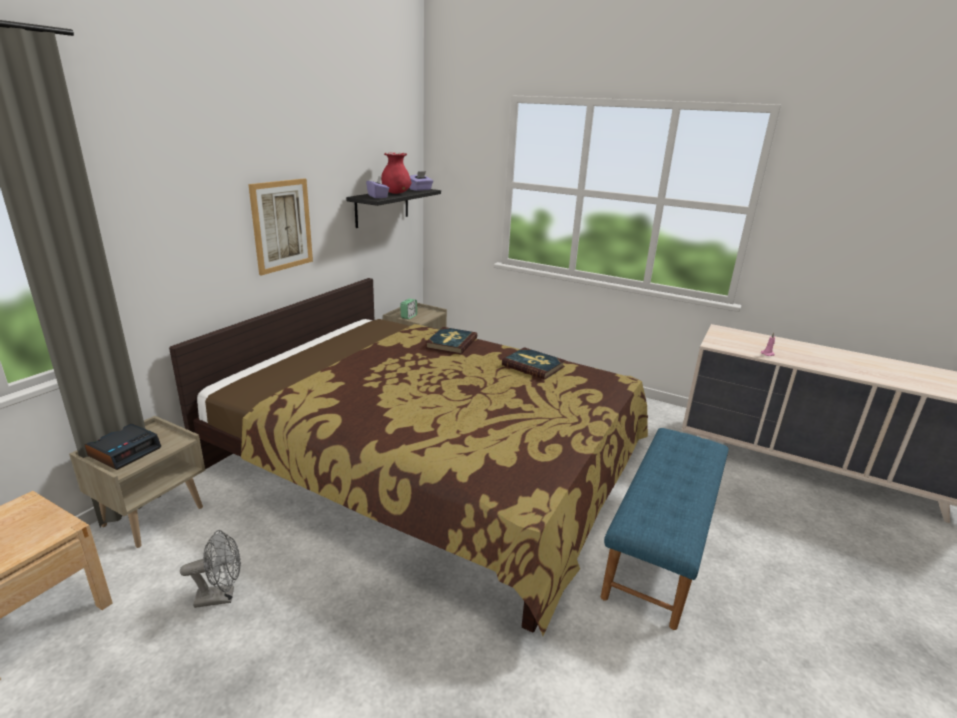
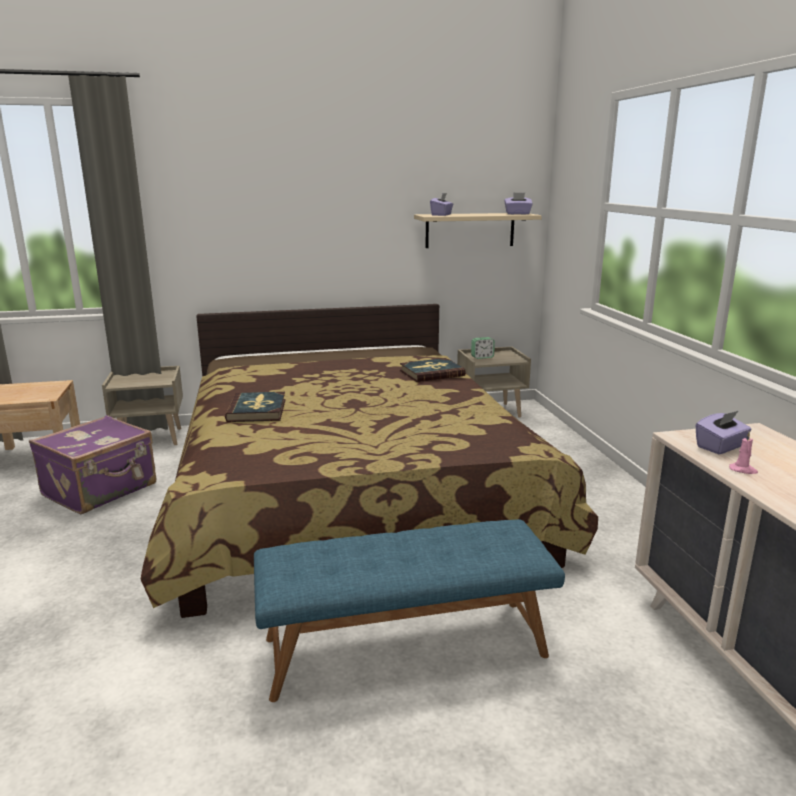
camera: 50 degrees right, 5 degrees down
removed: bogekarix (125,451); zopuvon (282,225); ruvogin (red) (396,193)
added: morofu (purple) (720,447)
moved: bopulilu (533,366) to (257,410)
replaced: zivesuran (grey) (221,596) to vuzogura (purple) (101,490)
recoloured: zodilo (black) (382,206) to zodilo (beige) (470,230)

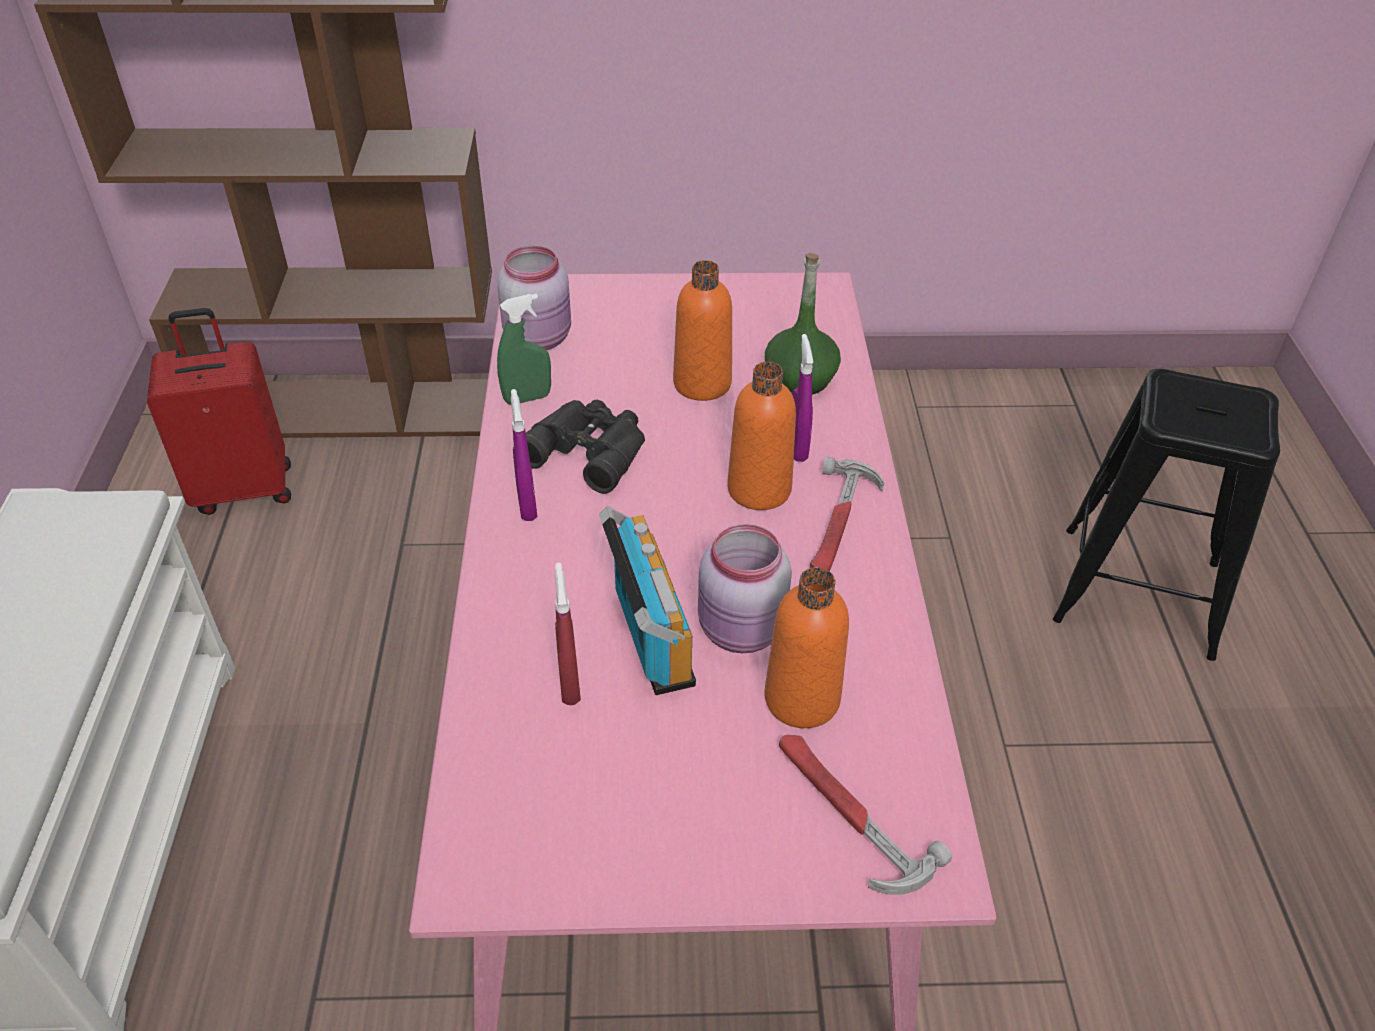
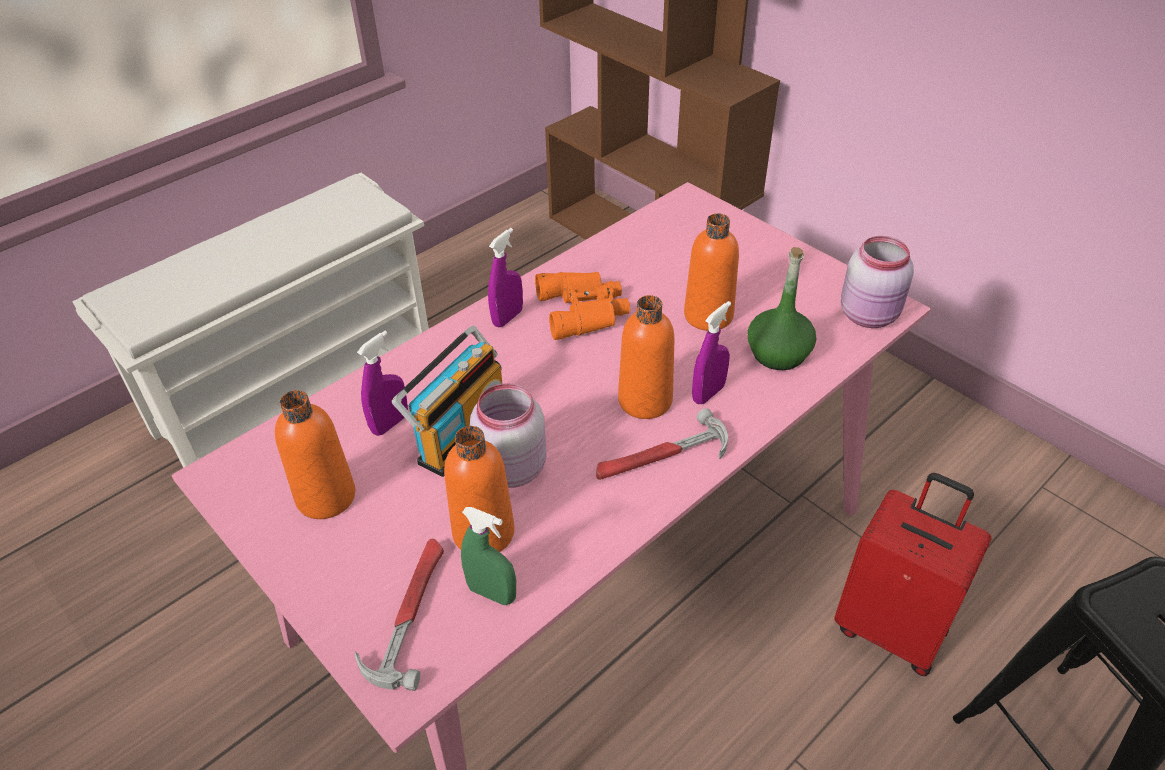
camera: 50 degrees right, 0 degrees up
added: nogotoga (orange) (326,497)
moved: vuzogura (red) (244,488) to (891,628); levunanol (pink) (540,337) to (870,315); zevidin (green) (527,398) to (492,593)
recoloured: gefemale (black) (589,449) to gefemale (orange) (584,310); zevidin (red) (569,684) to zevidin (purple) (390,423)

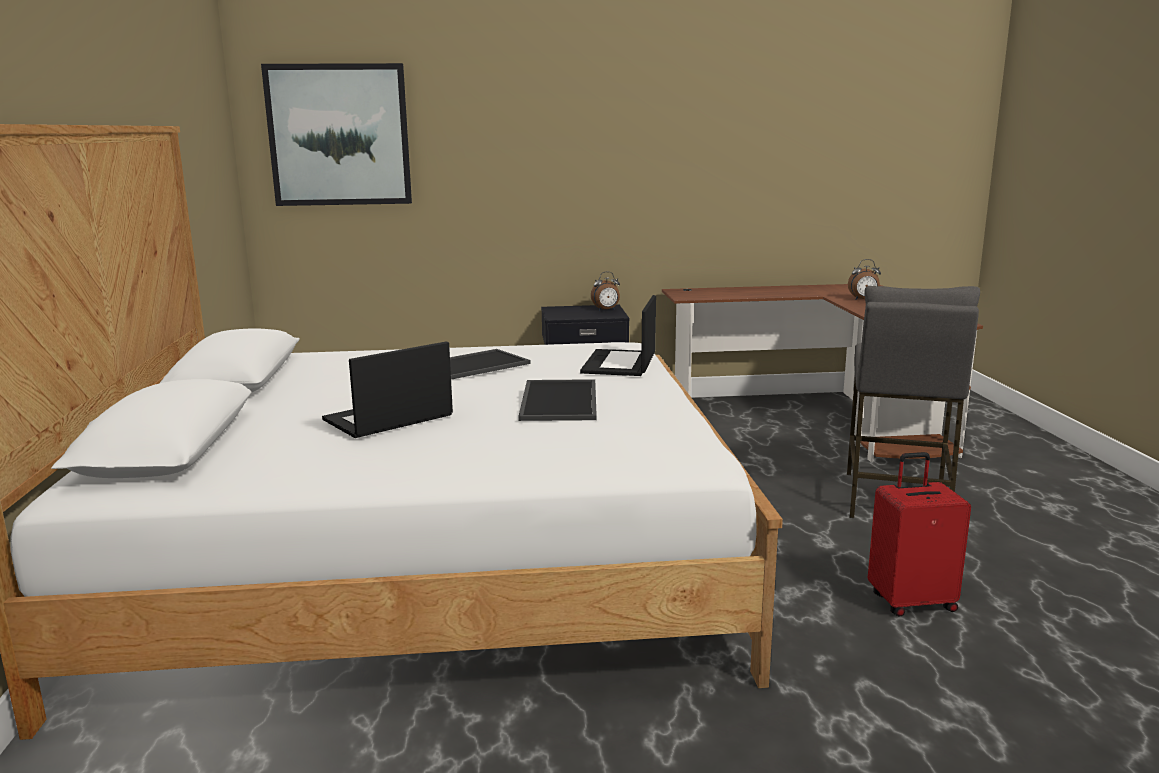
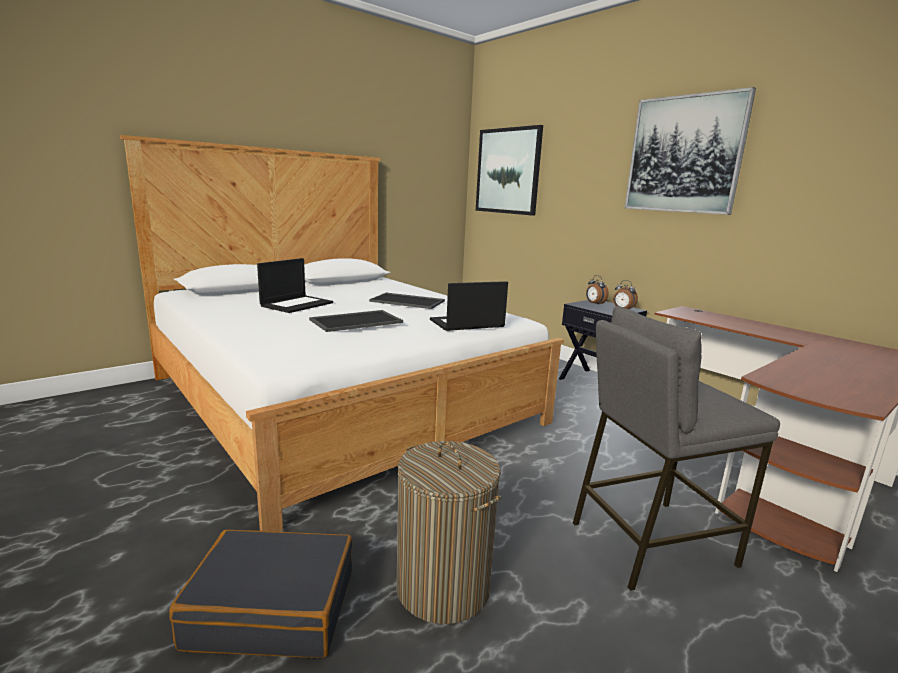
camera: 55 degrees right, 0 degrees up
added: vuzogura (black) (273,608); zopuvon (684,154)
moved: bogekarix (863,299) to (594,304)
replaced: vuzogura (red) (911,601) to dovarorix (443,587)
turned: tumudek (387,418) = (297,304) 105 degrees clockwise

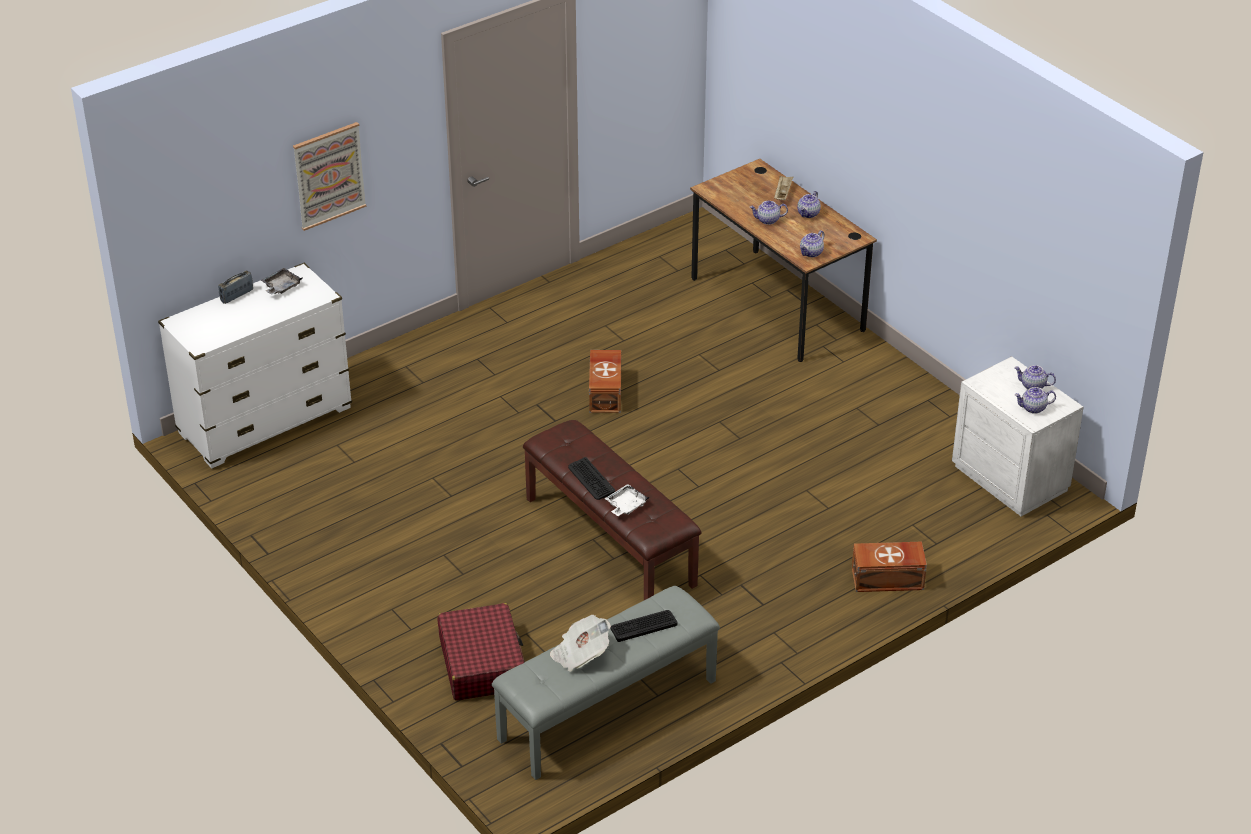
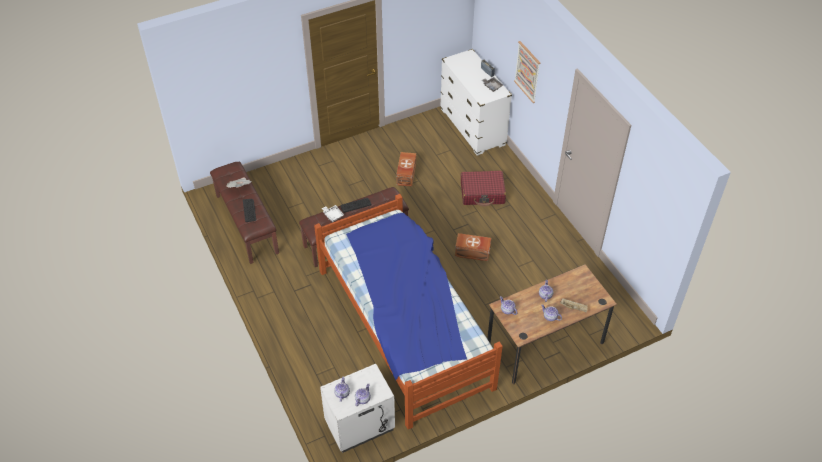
camera: 100 degrees right, 10 degrees up
added: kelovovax (405,327)
moved: vuzogura (red) (482,663) to (482,193); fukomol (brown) (888,579) to (405,174)
recoloured: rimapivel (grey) (608,711) to rimapivel (brown) (246,224)

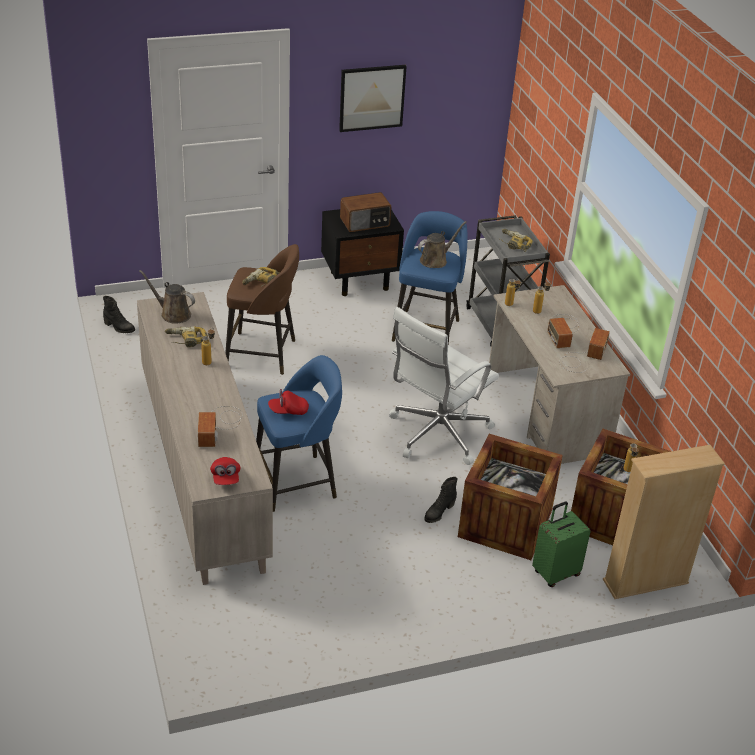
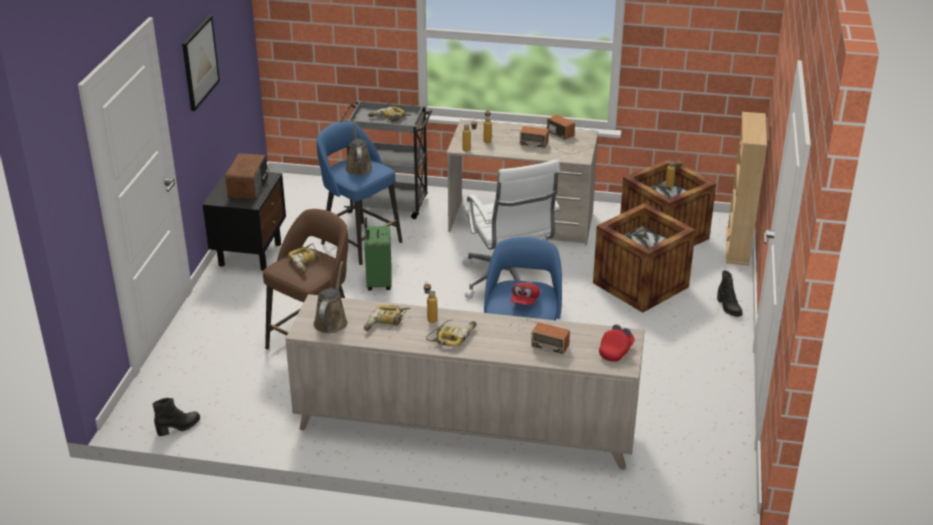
camera: 60 degrees left, 5 degrees down
added: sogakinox (452,336)
moved: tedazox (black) (439,512) to (728,308); vuzogura (green) (555,573) to (378,283)
turned: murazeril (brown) (173,314) = (331,321) 135 degrees clockwise; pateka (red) (225,478) = (616,351) 75 degrees counterclockwise

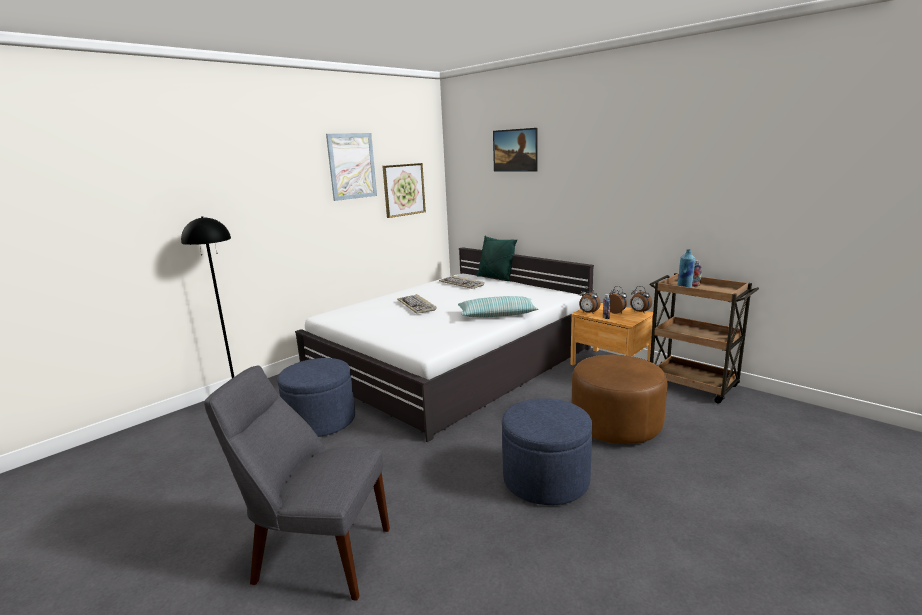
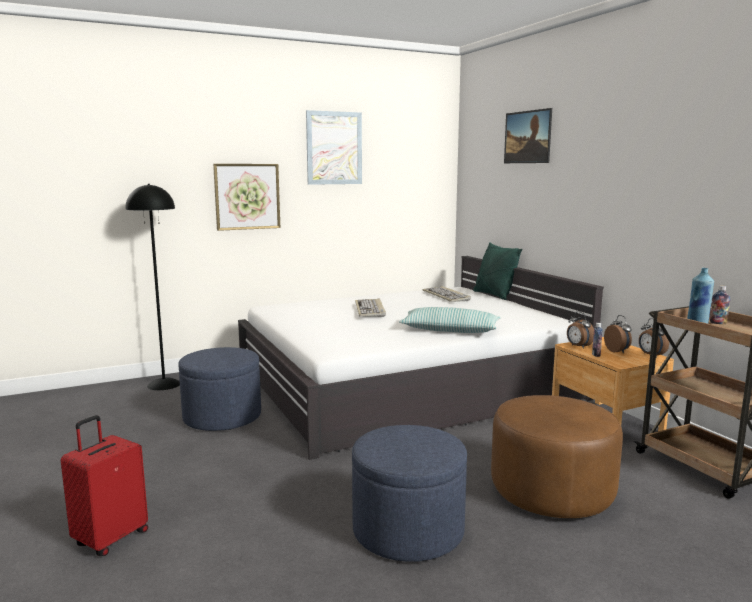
camera: 20 degrees right, 5 degrees down
moved: zopuvon (404,190) to (247,196)
replaced: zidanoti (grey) (317,554) to vuzogura (red) (110,538)

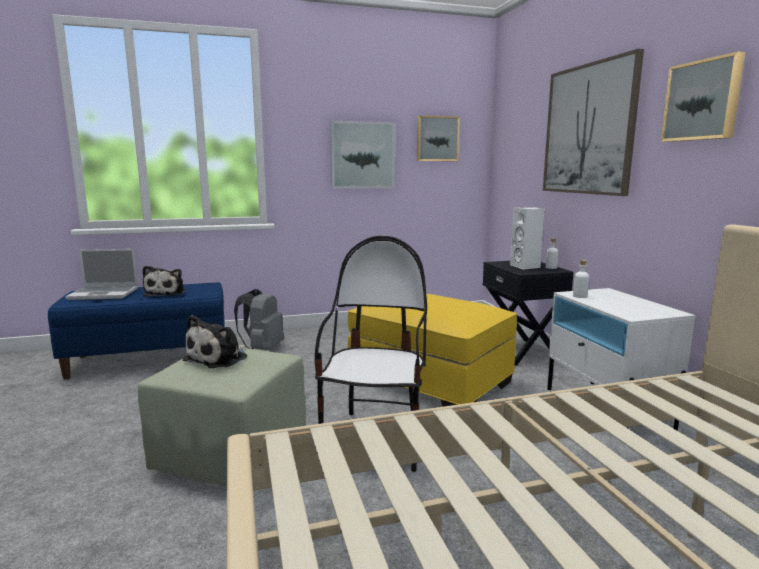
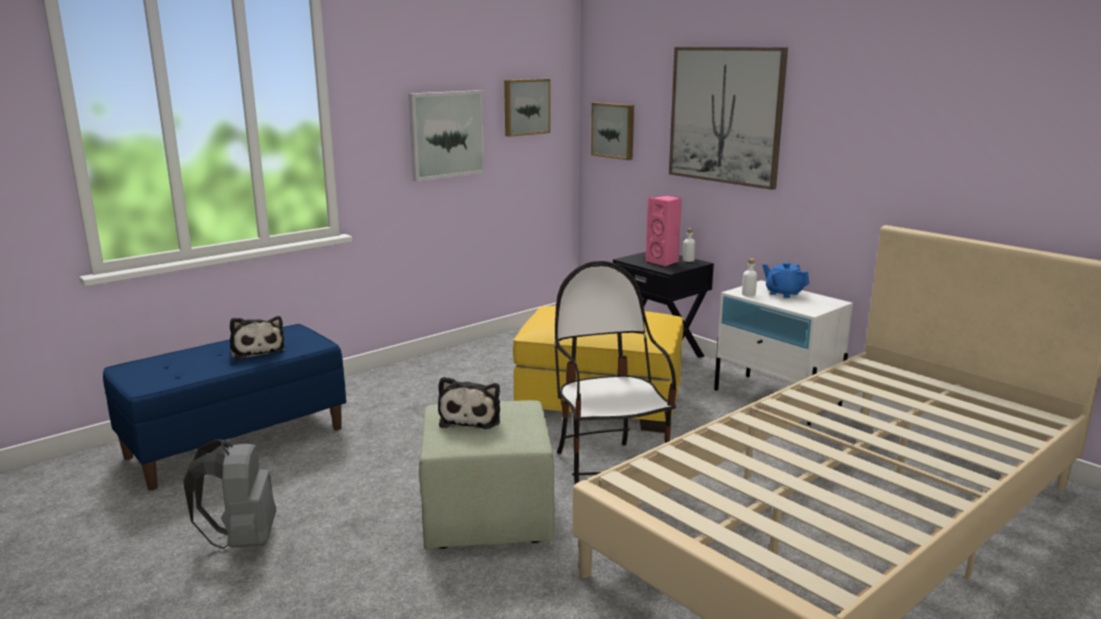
camera: 25 degrees left, 5 degrees up
removed: tumudek (105,294)
added: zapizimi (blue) (783,293)
moved: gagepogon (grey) (262,348) to (242,540); zopuvon (703,100) to (614,130)
recoloured: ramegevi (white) (526,267) to ramegevi (pink) (663,261)

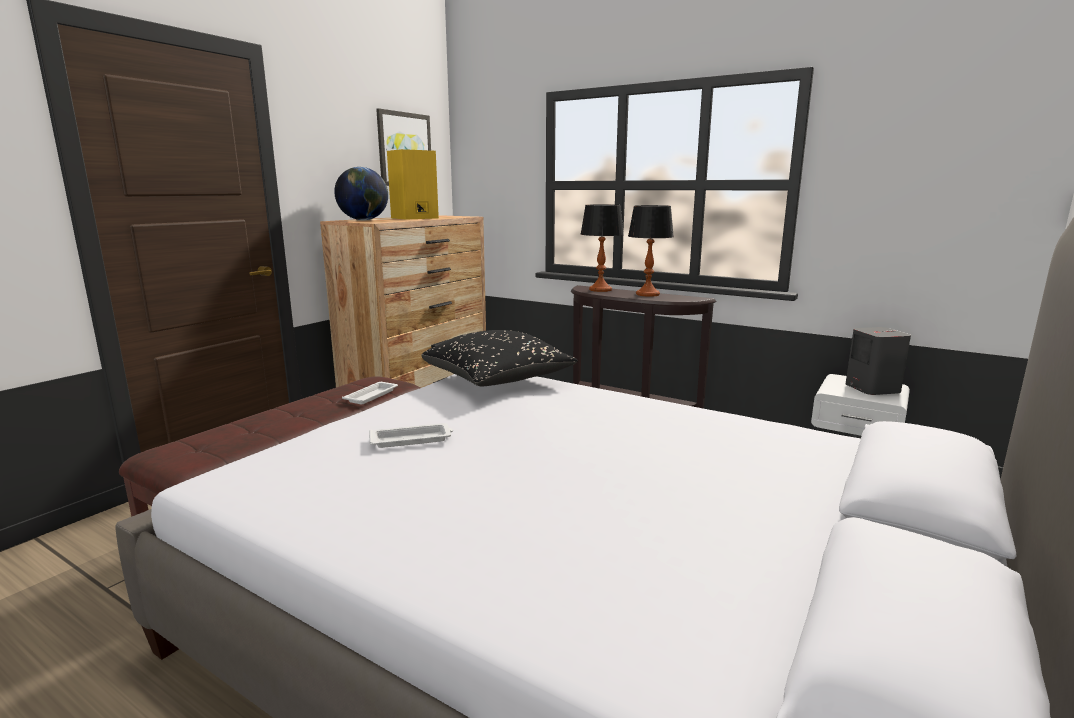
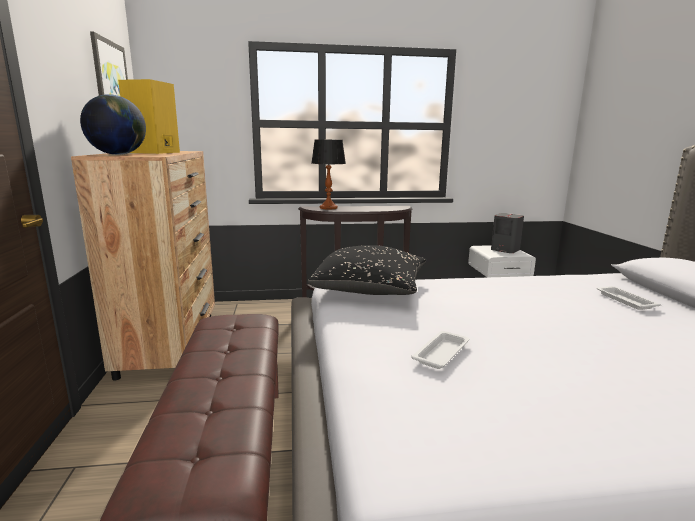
camera: 40 degrees left, 0 degrees up
removed: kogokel (648,294)
moved: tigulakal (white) (372,396) to (624,300)

